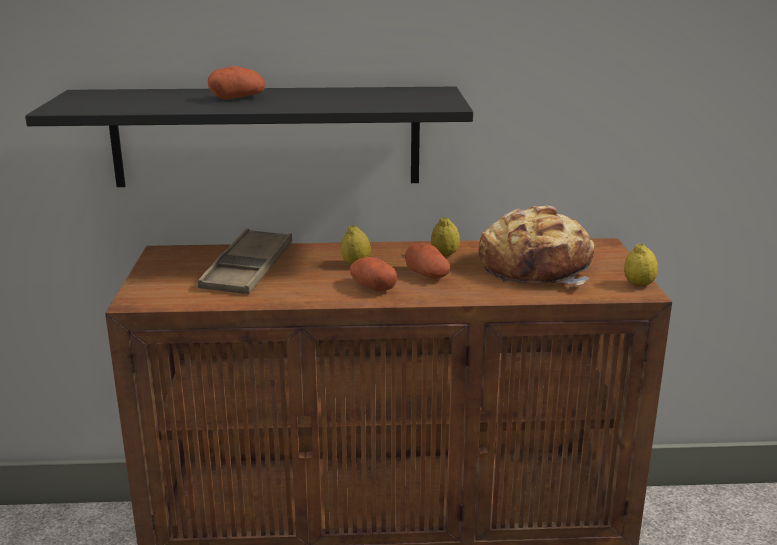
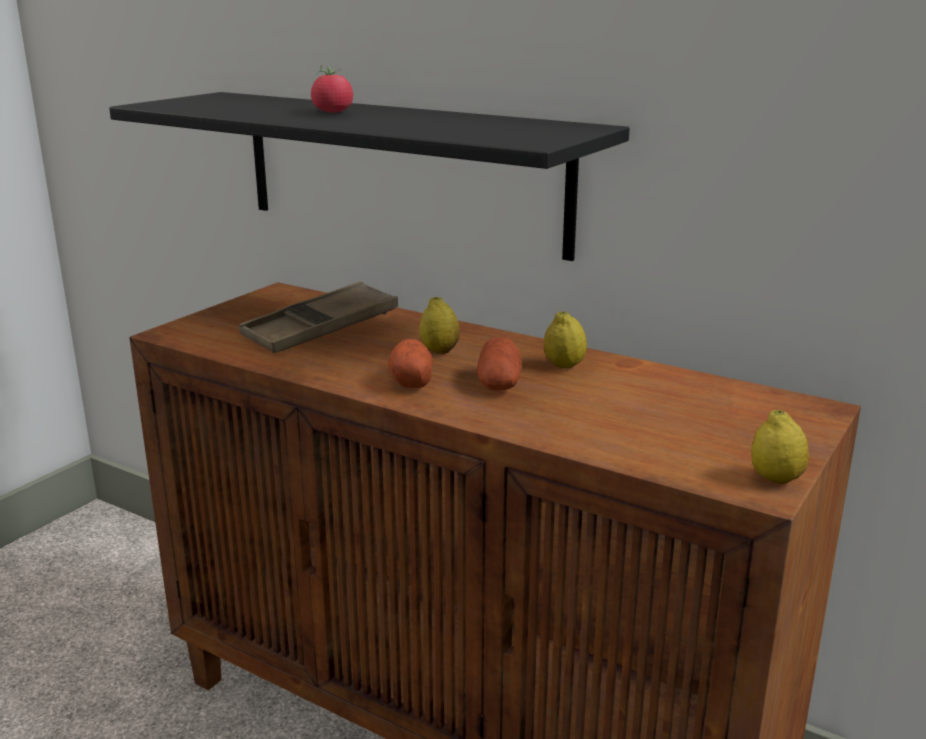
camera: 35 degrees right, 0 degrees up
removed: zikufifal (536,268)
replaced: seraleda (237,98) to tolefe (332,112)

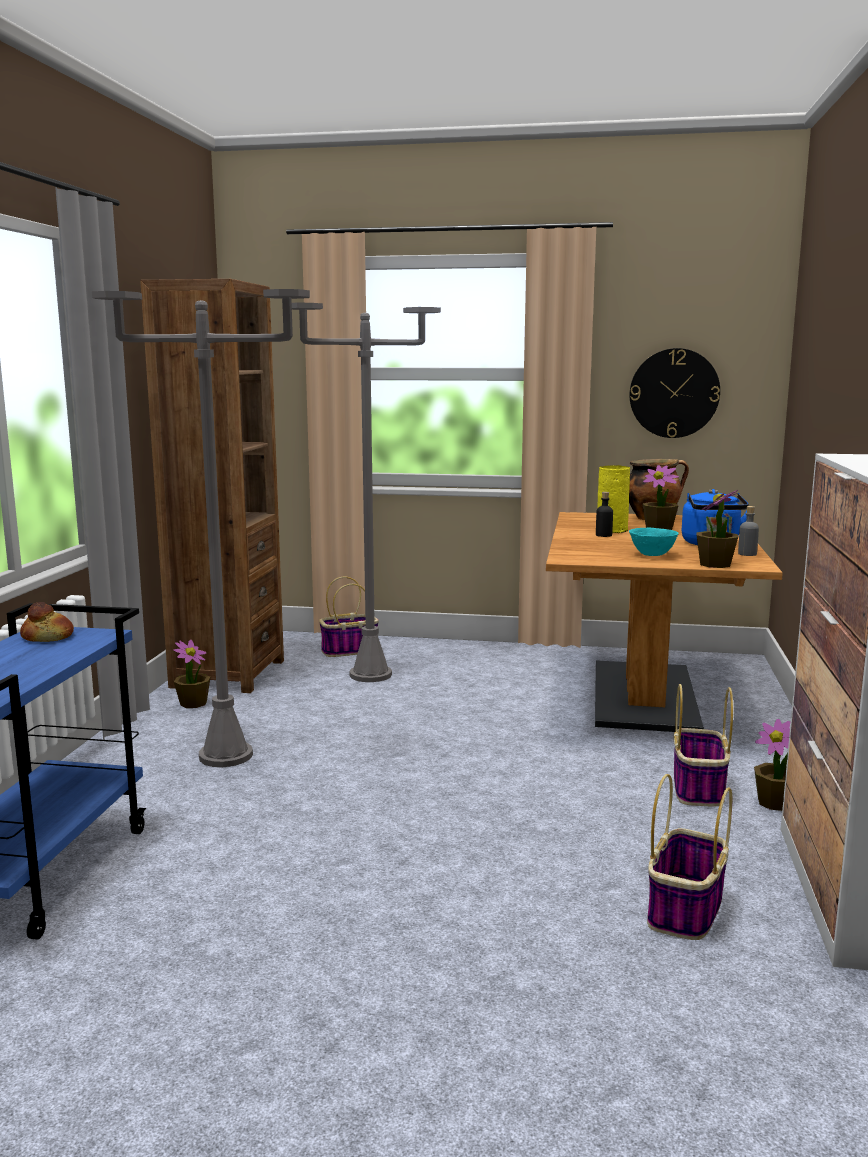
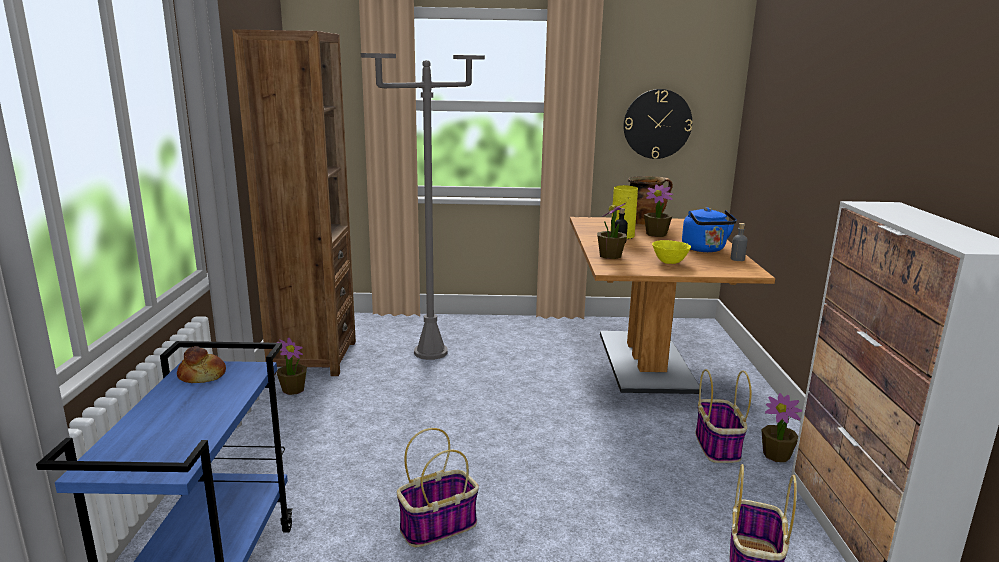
camera: 10 degrees left, 5 degrees up
removed: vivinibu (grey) (225,756)
moved: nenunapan (349,650) to (439,525); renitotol (715,564) to (610,256)
recoloured: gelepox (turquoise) (652,555) to gelepox (yellow) (669,262)

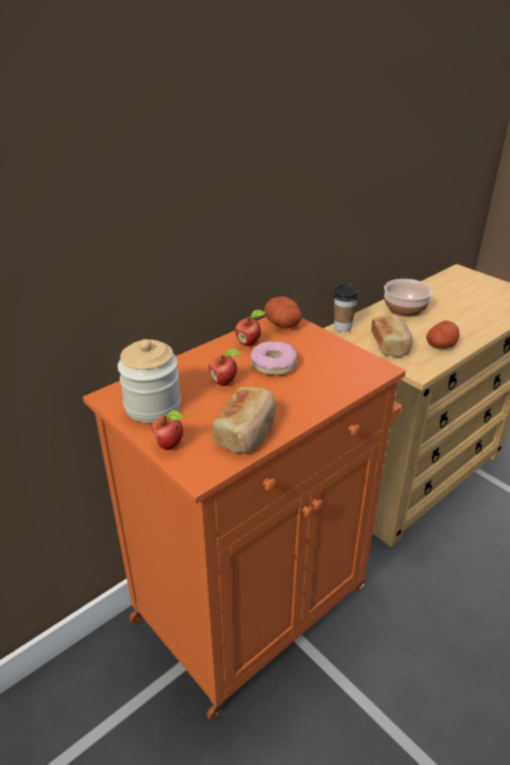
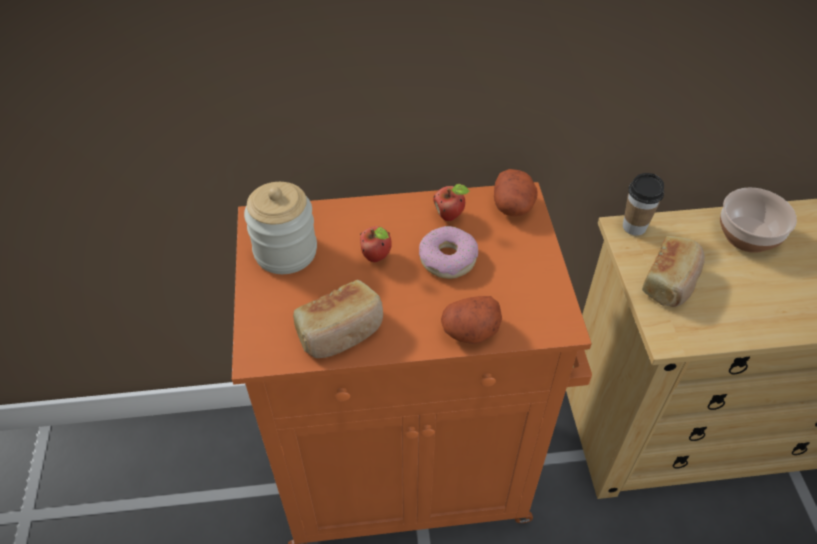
camera: 35 degrees right, 15 degrees up
removed: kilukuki (170,445)
moved: seraleda (441,345) to (470,331)

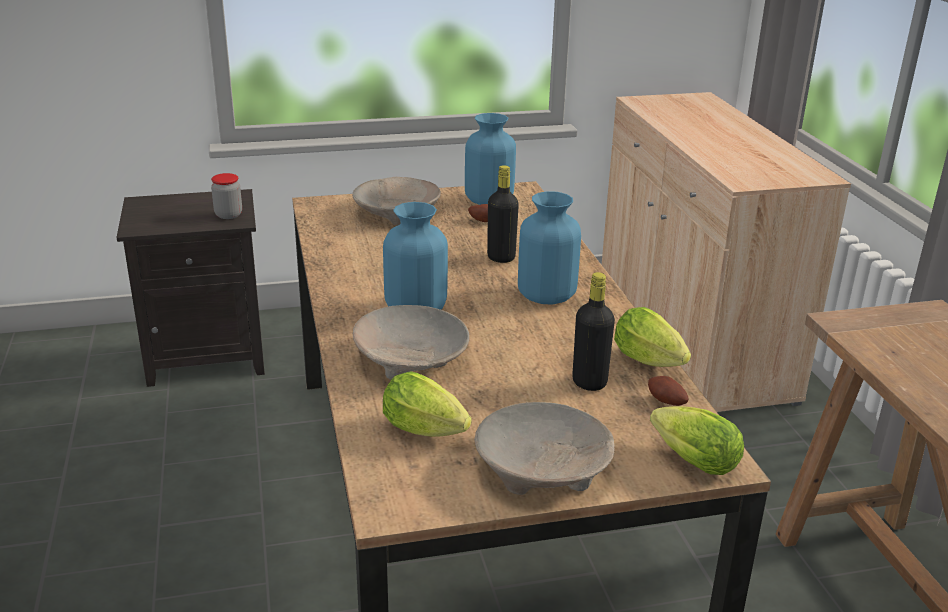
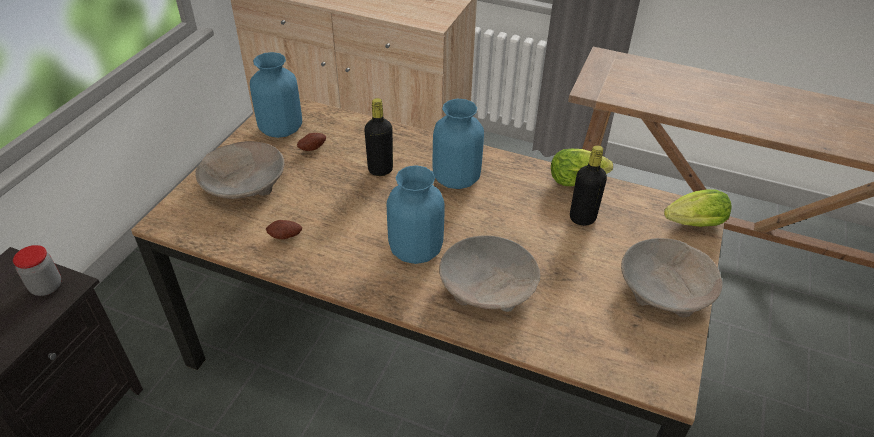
camera: 55 degrees left, 15 degrees up
removed: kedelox (428,432)
moved: seraleda (665,402) to (285,237)

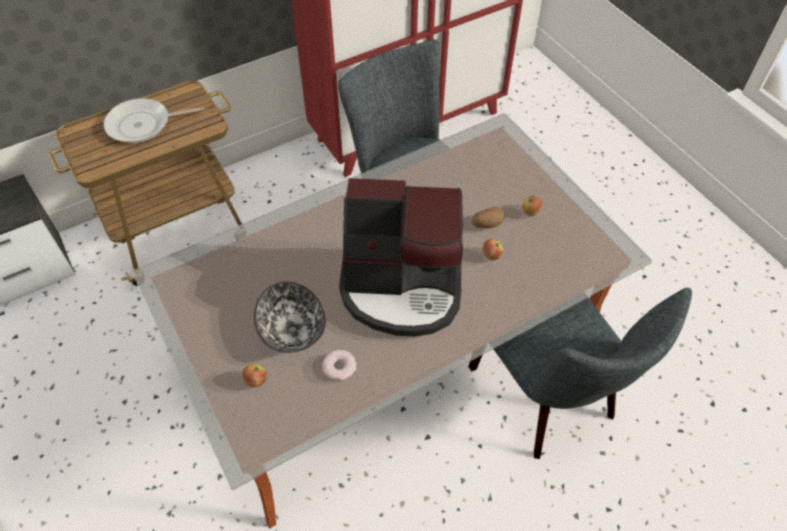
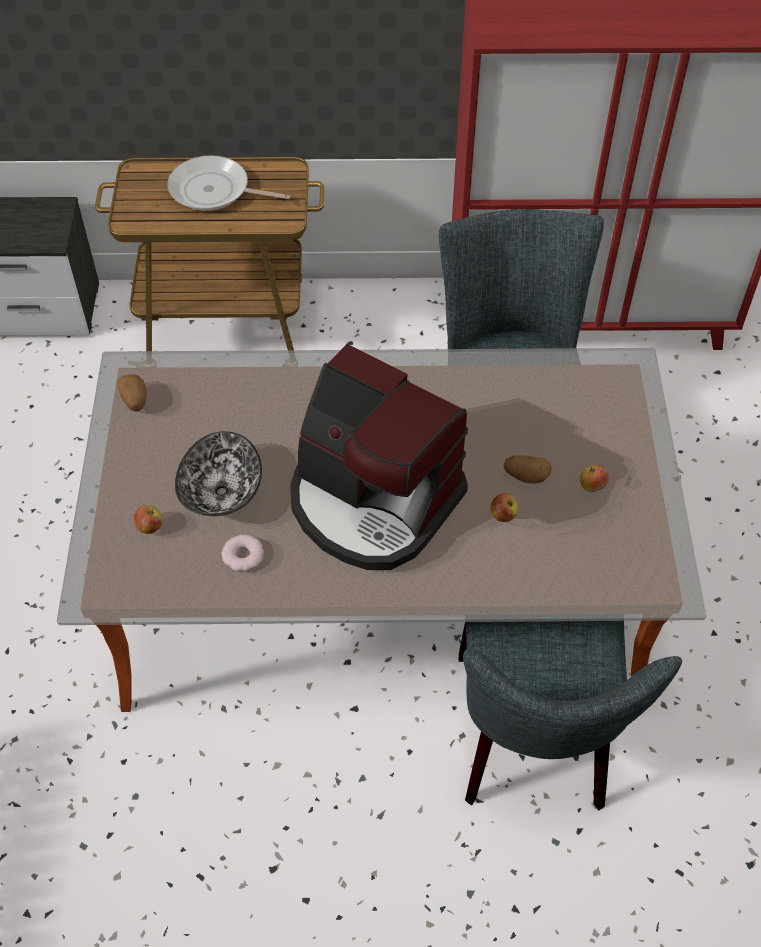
camera: 30 degrees right, 0 degrees up
added: seraleda (135,400)

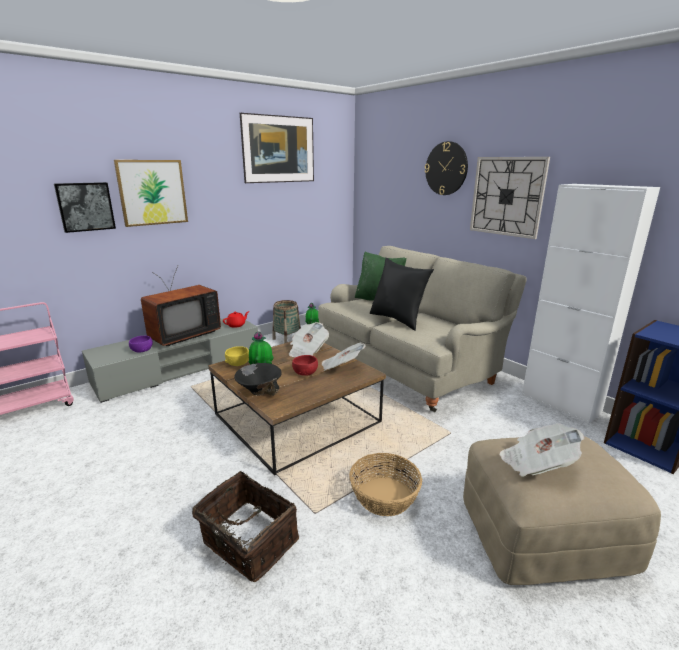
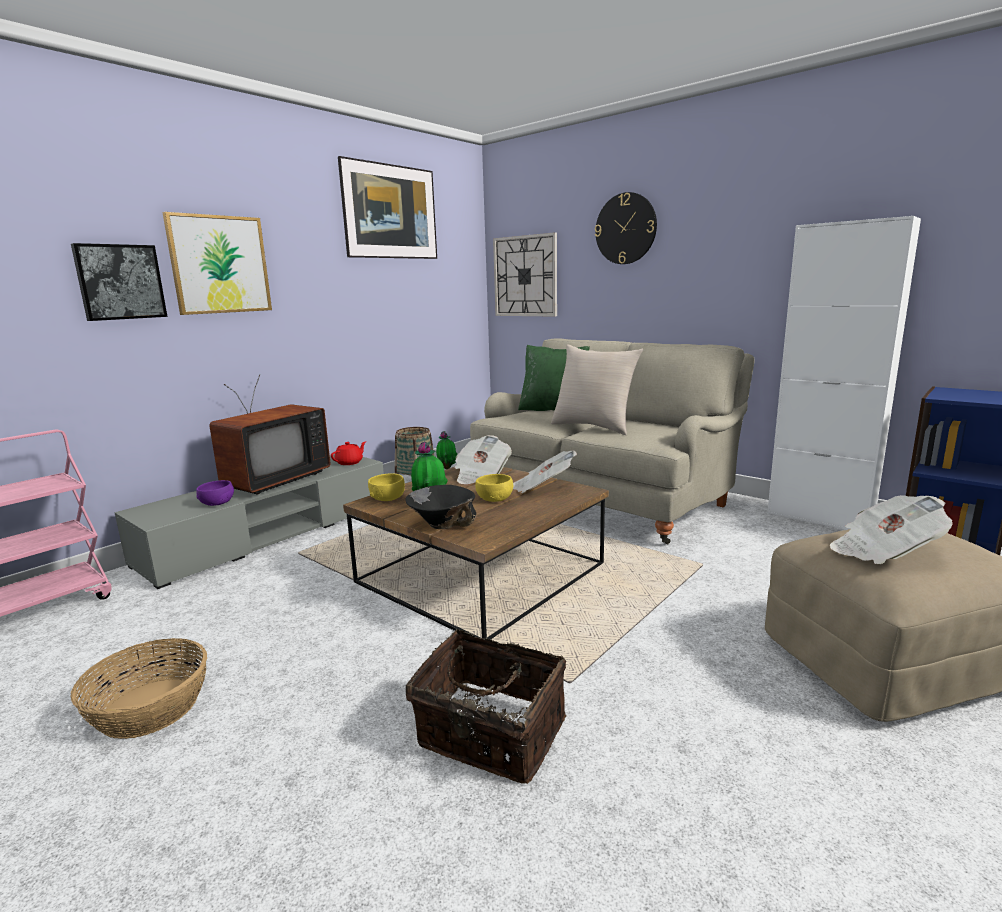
camera: 10 degrees left, 5 degrees down
moved: nenunapan (383,496) to (149,708); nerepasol (507,196) to (525,276)
recoloured: gelepox (red) (305,372) to gelepox (yellow) (495,498); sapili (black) (398,319) to sapili (beige) (594,427)

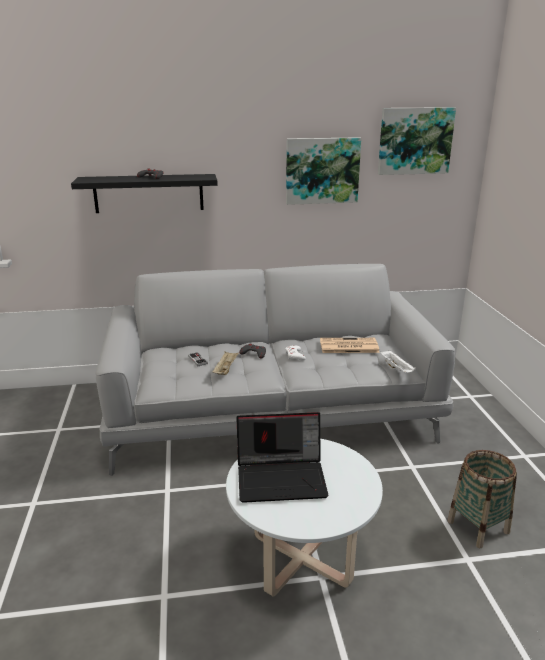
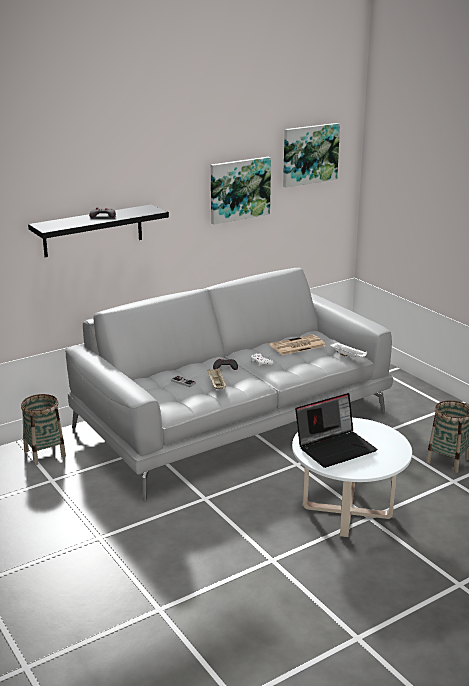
camera: 25 degrees left, 0 degrees up
added: nenunapan (45,453)

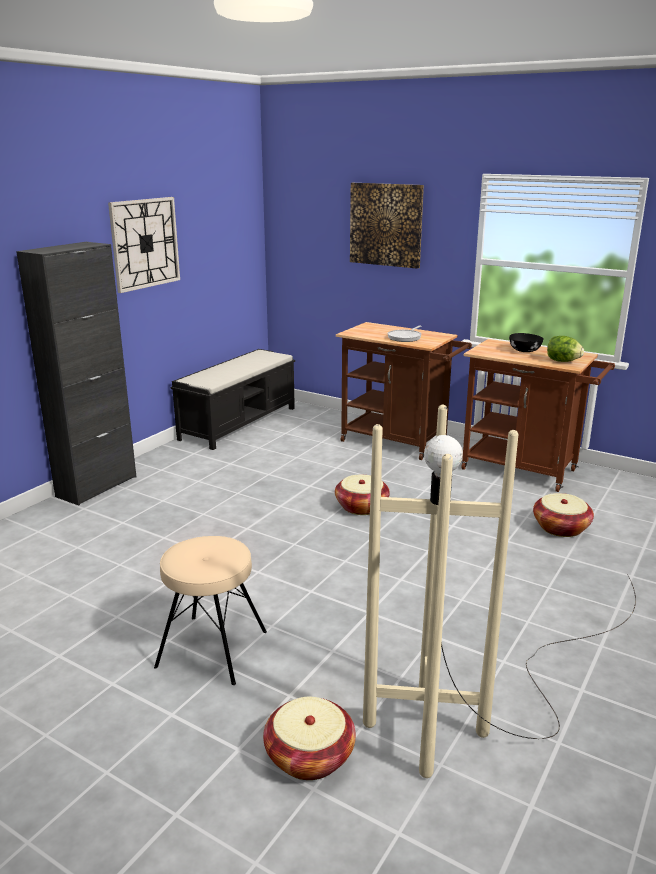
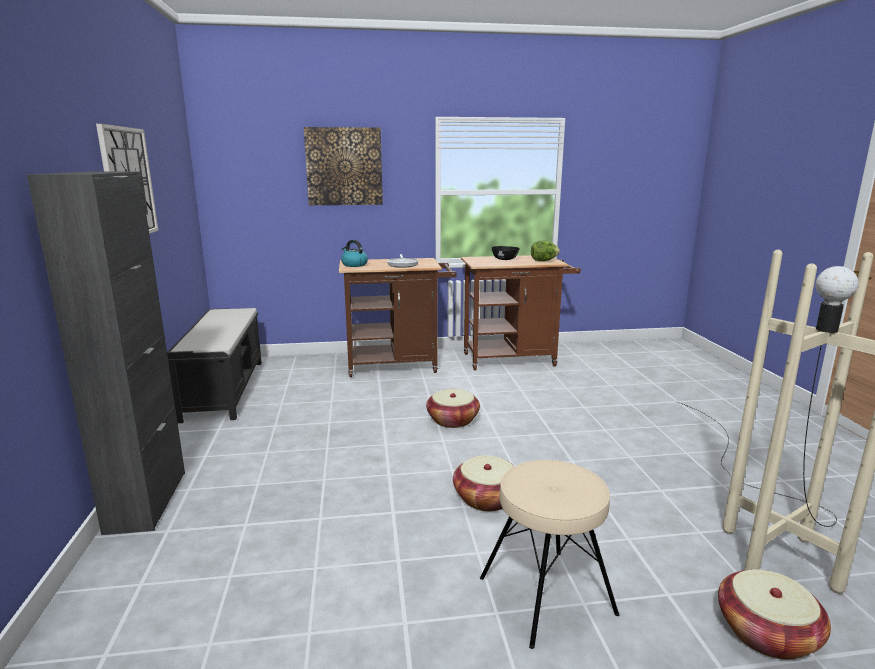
camera: 40 degrees left, 5 degrees down
added: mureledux (354,265)
moved: nenunapan (560,528) to (487,498)

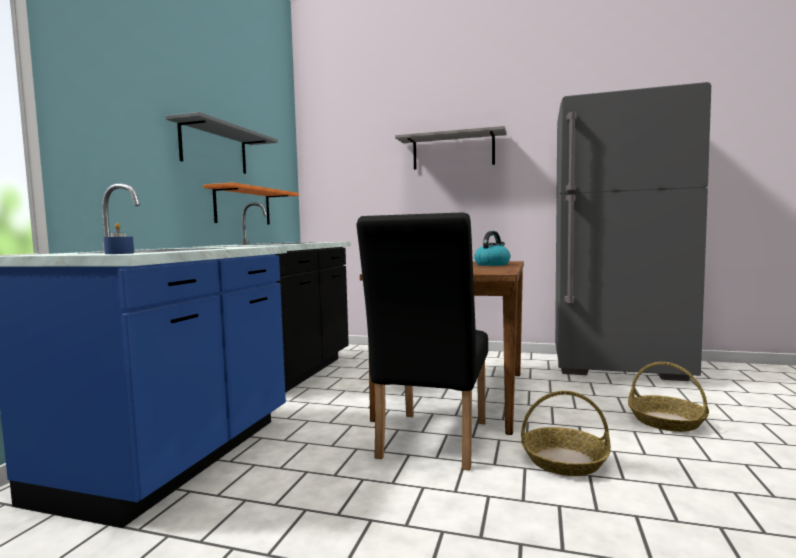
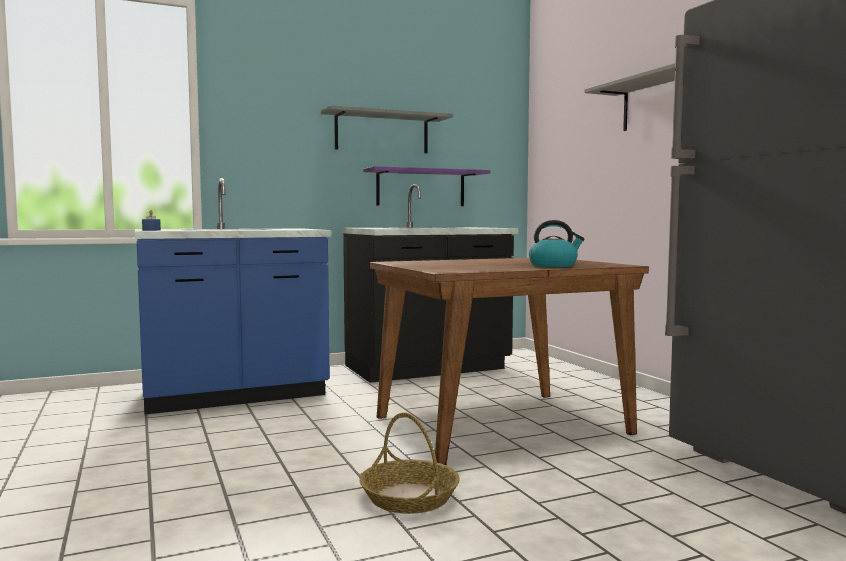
camera: 50 degrees right, 0 degrees up
removed: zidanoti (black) (430,443); nenunapan (667,421)
recoloured: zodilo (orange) (243,206) to zodilo (purple) (421,188)

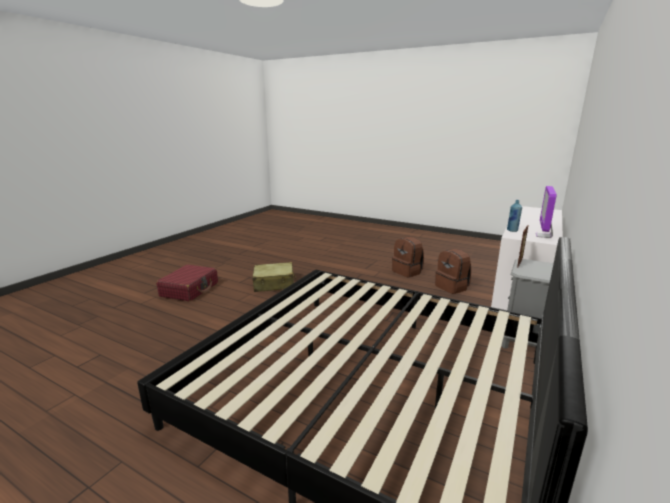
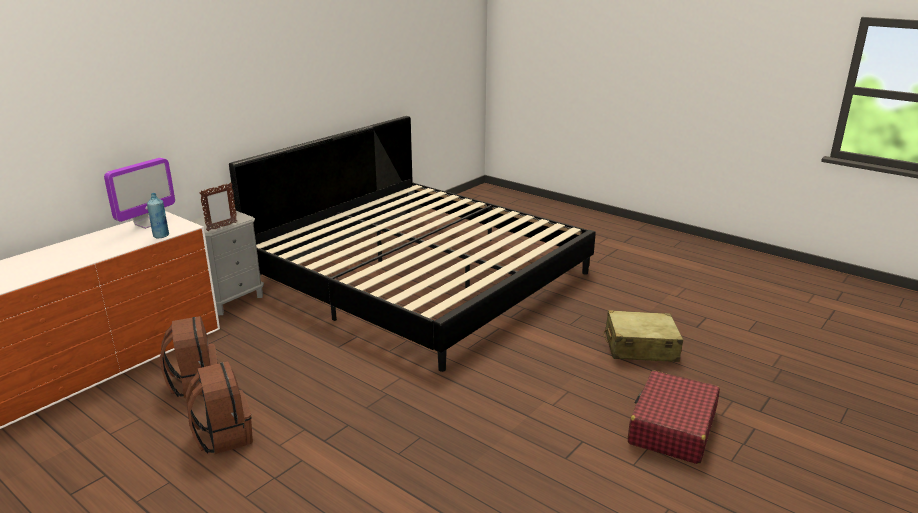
camera: 170 degrees left, 5 degrees up
moved: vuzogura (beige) (274,284) to (640,347)

